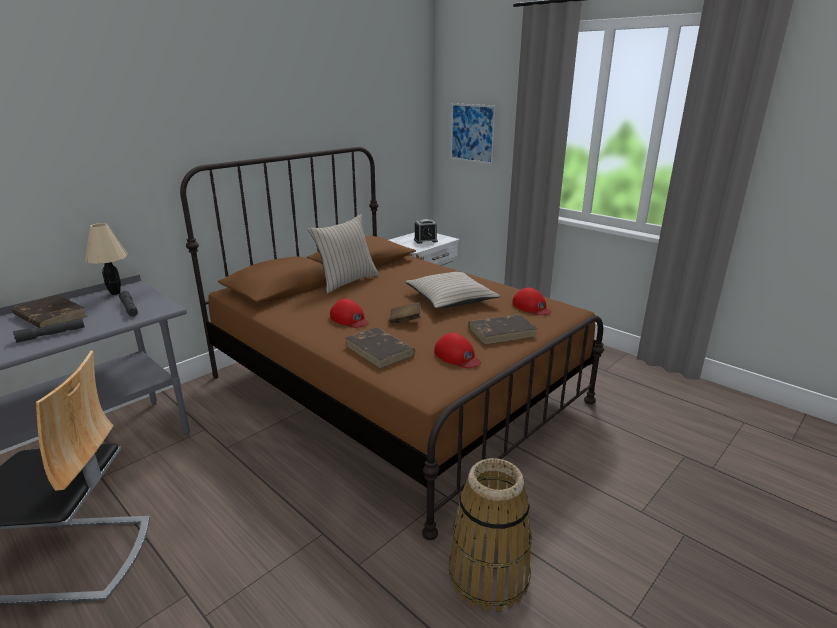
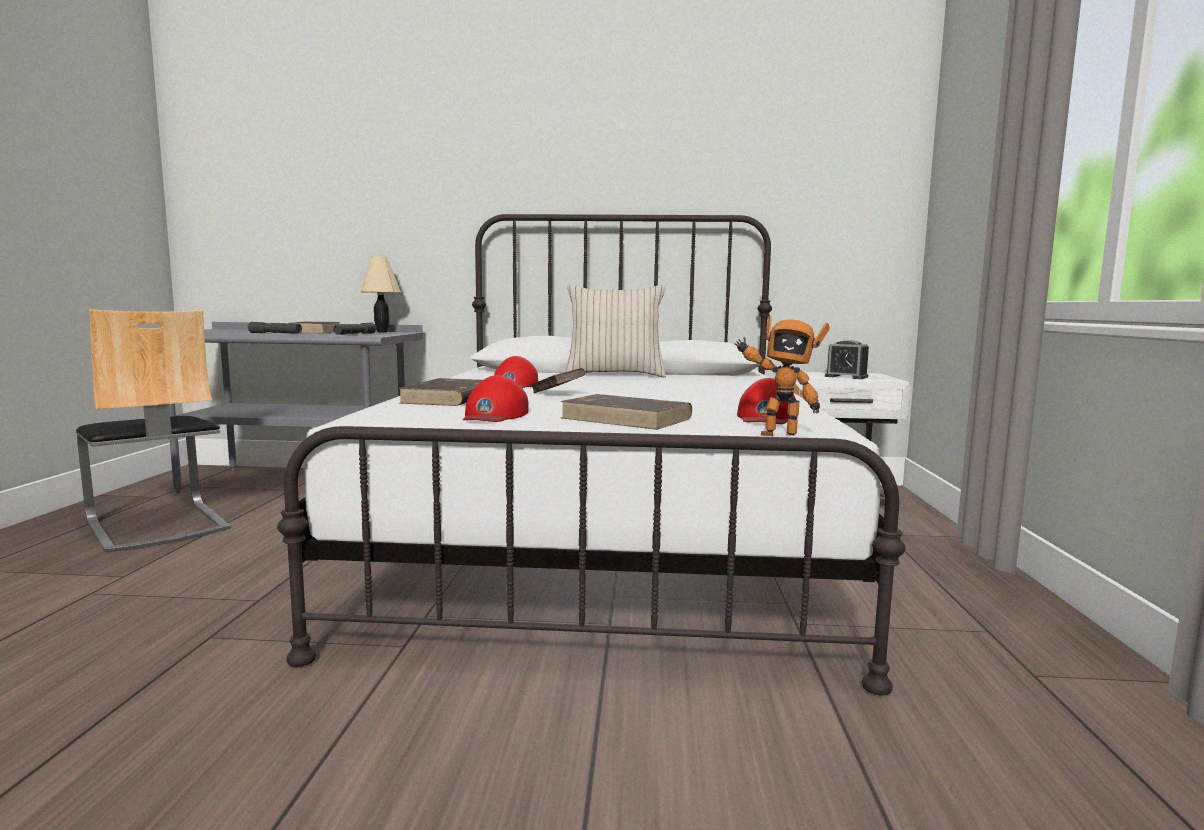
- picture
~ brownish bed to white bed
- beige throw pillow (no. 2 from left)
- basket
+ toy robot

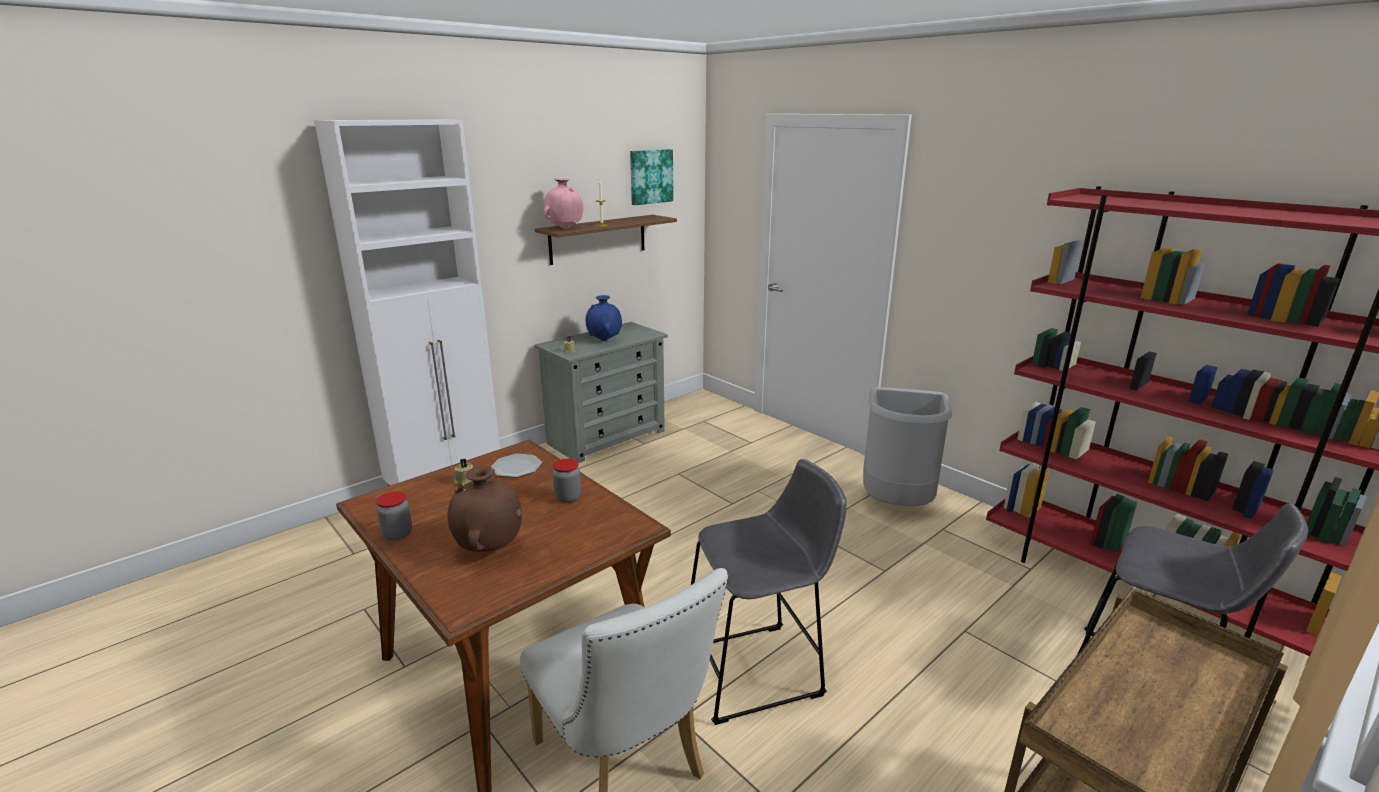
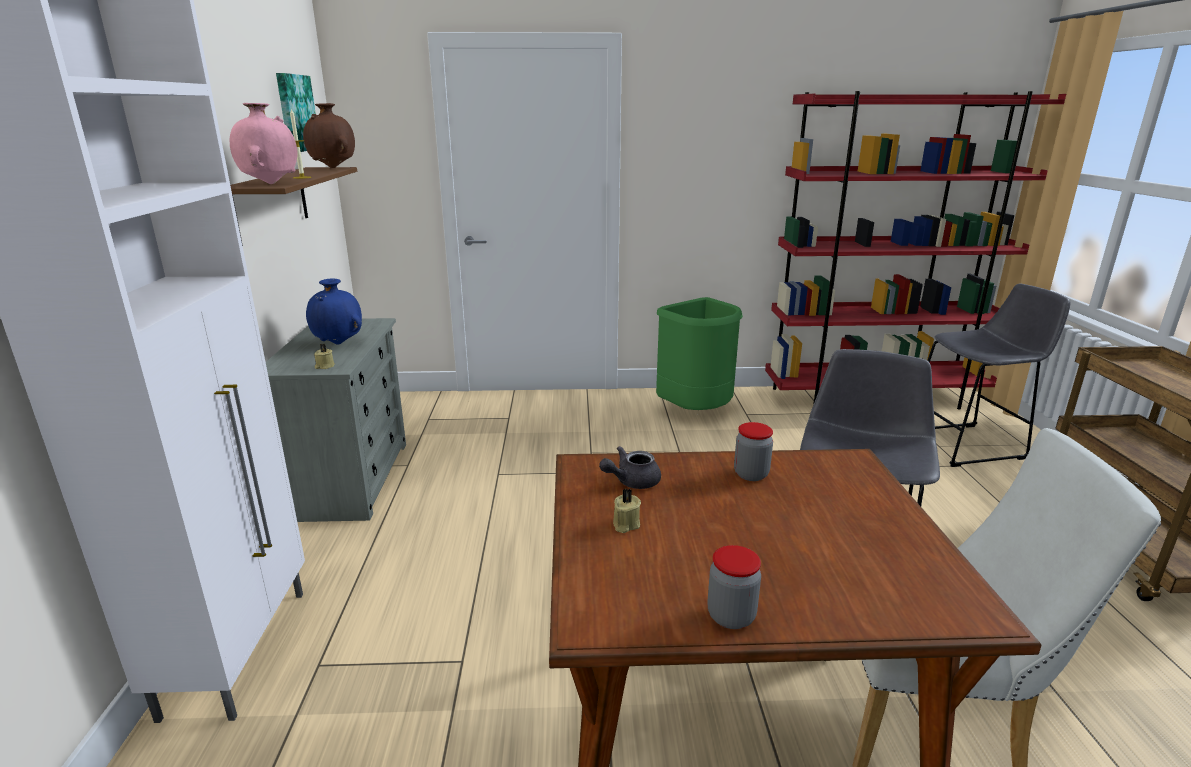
~ gray trash can to green-coloured trash can
~ plate to gray tea pot
~ brownish decorative vase

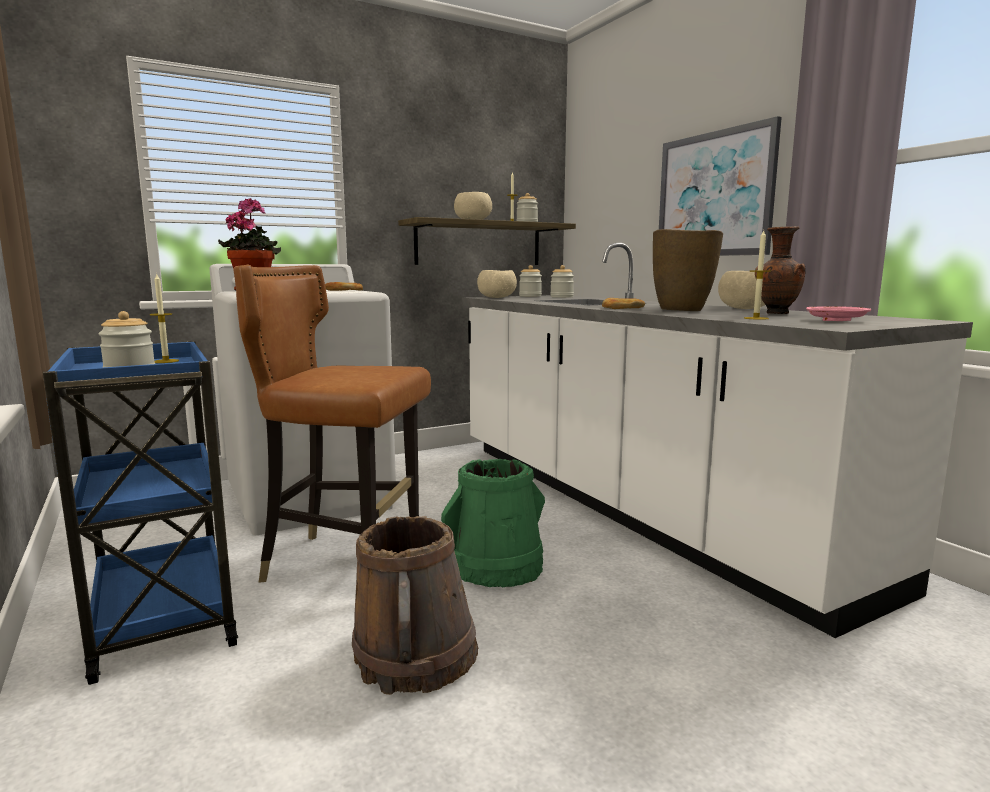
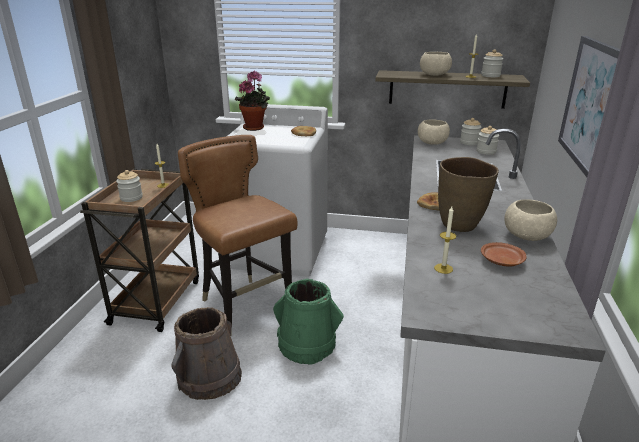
~ brownish decorative vase (no. 2 from left) to brownish plate
- pink-coloured plate
~ blue cart to brownish cart

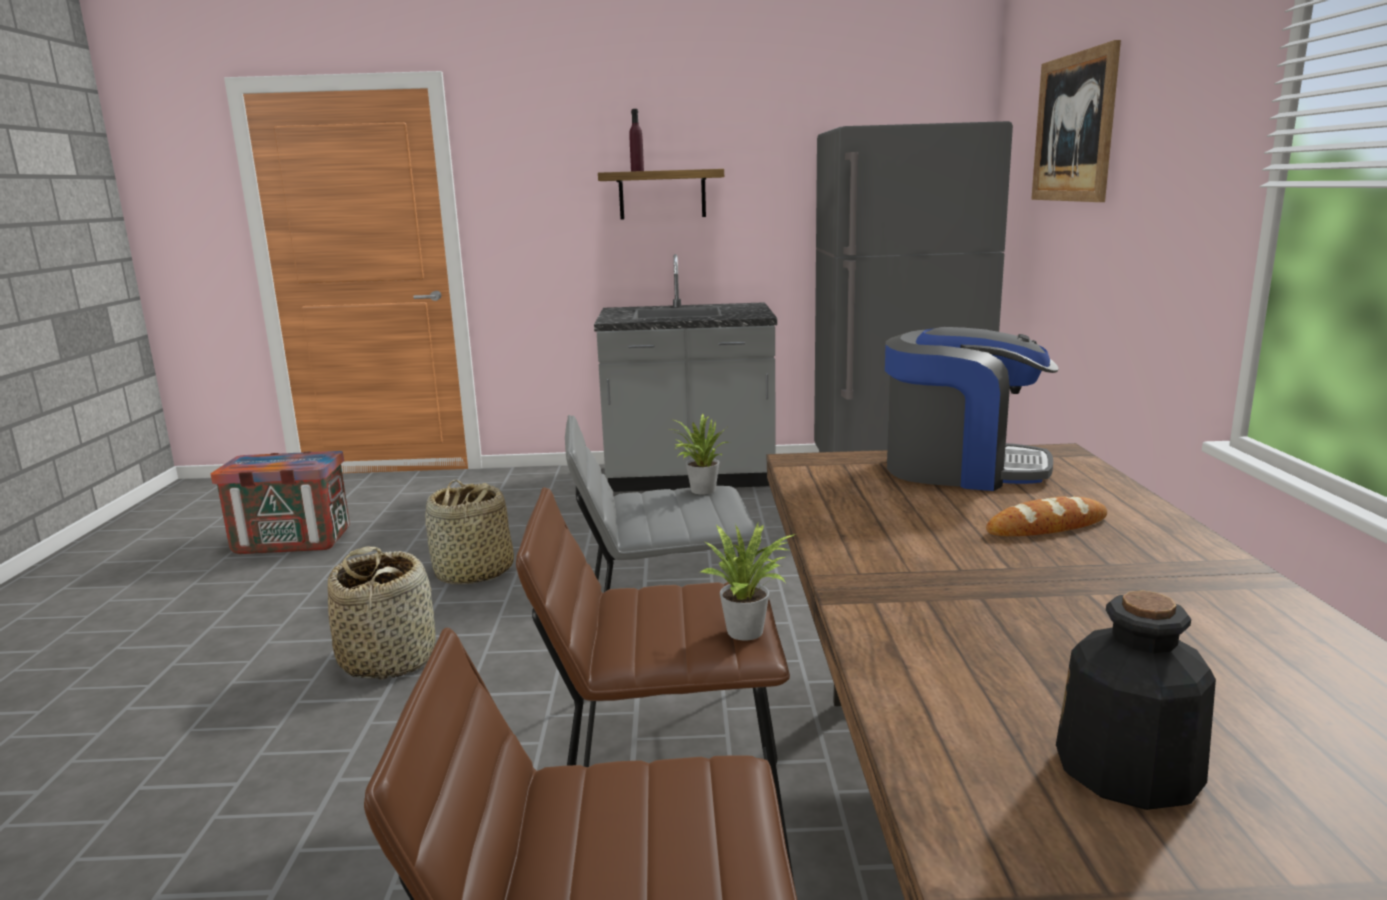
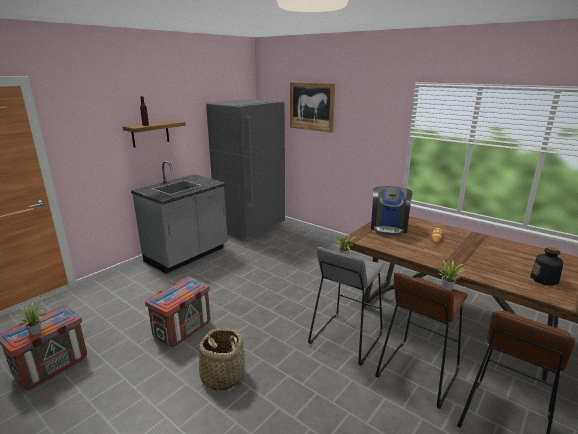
~ coffee maker 135 degrees clockwise
~ basket (no. 2 from left) to crate (no. 2 from left)
+ houseplant (no. 1 from left)

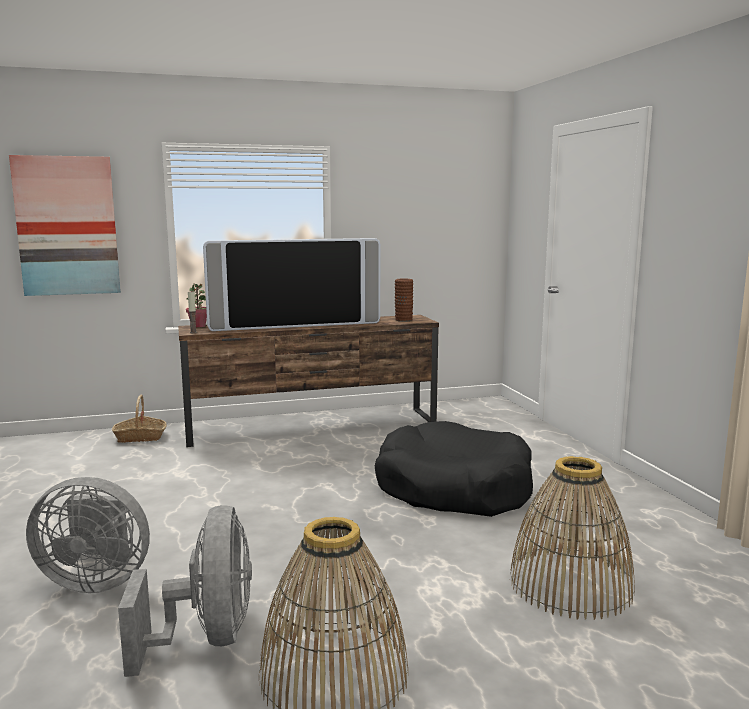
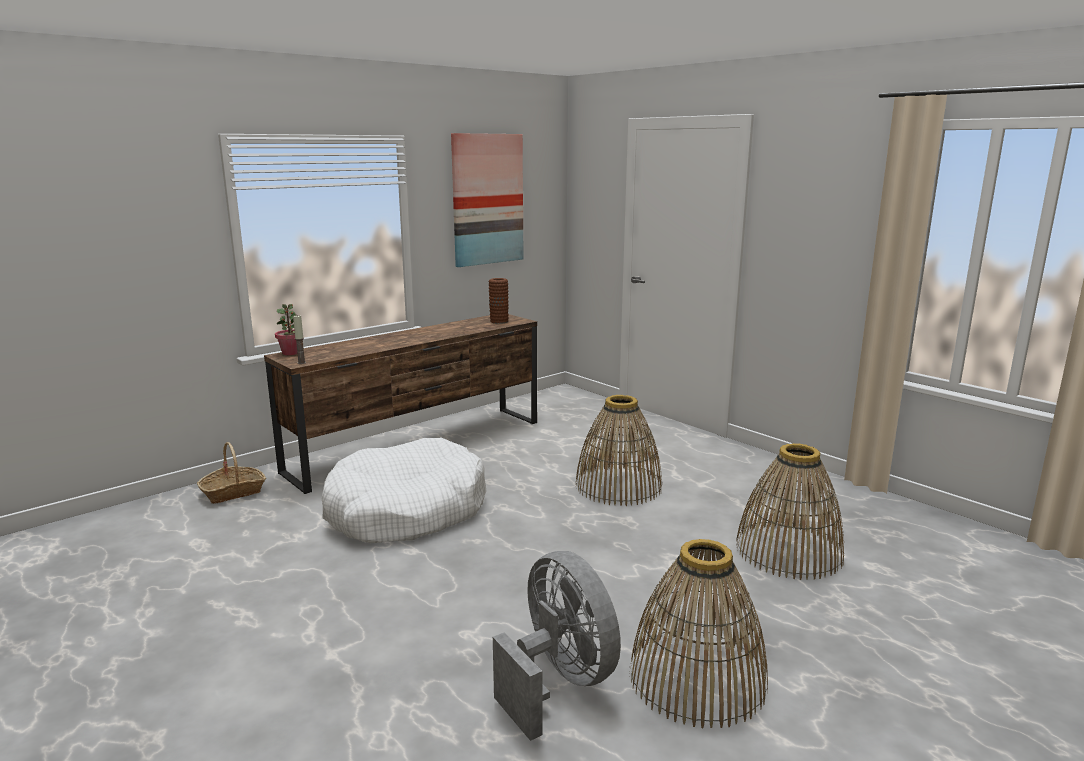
~ picture
- television
~ black dog bed to basket (no. 2 from left)
- gray electric fan (no. 1 from left)
+ white dog bed

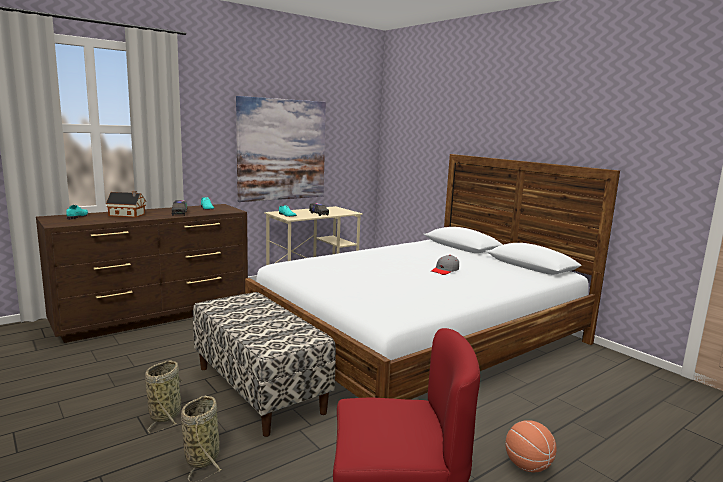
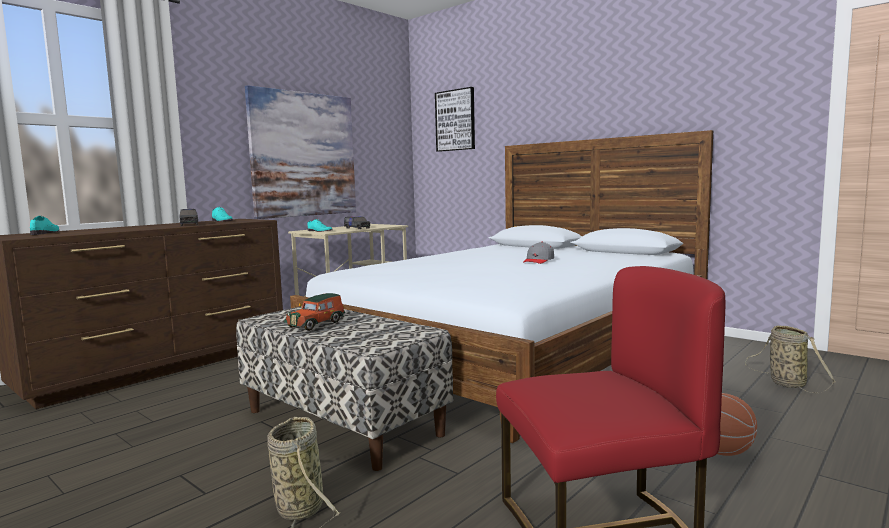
- miniature house
~ basket (no. 1 from left in the first image) to basket (no. 2 from left)
+ picture (no. 2 from left)
+ model car

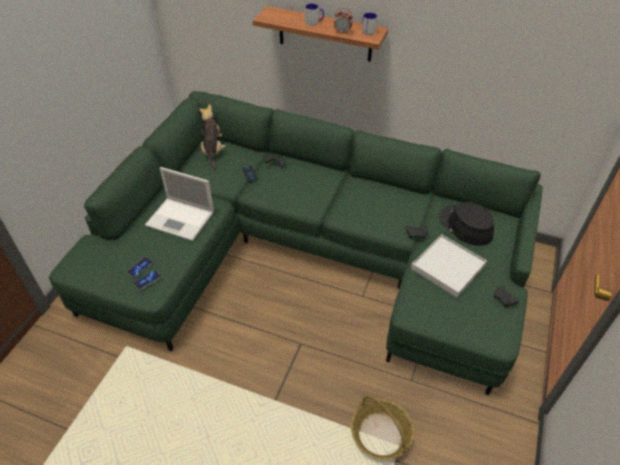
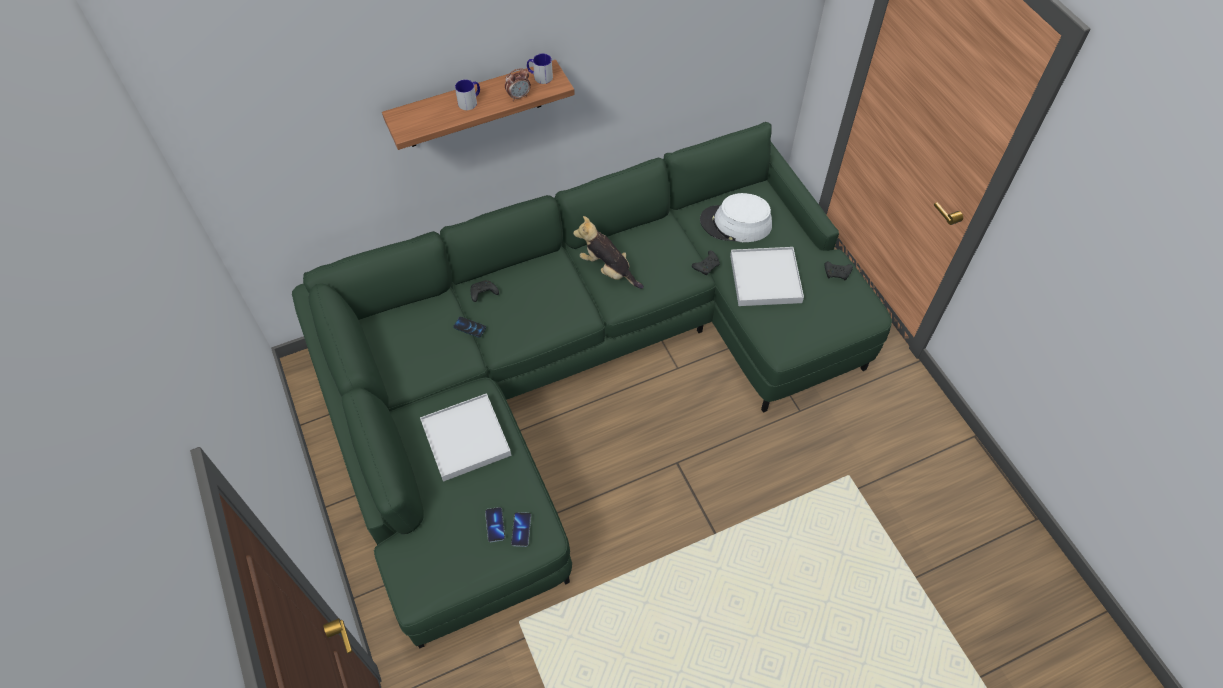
~ cuddly toy
~ portable computer to white tray (no. 1 from left)
~ black wearable hat to white wearable hat
- basket

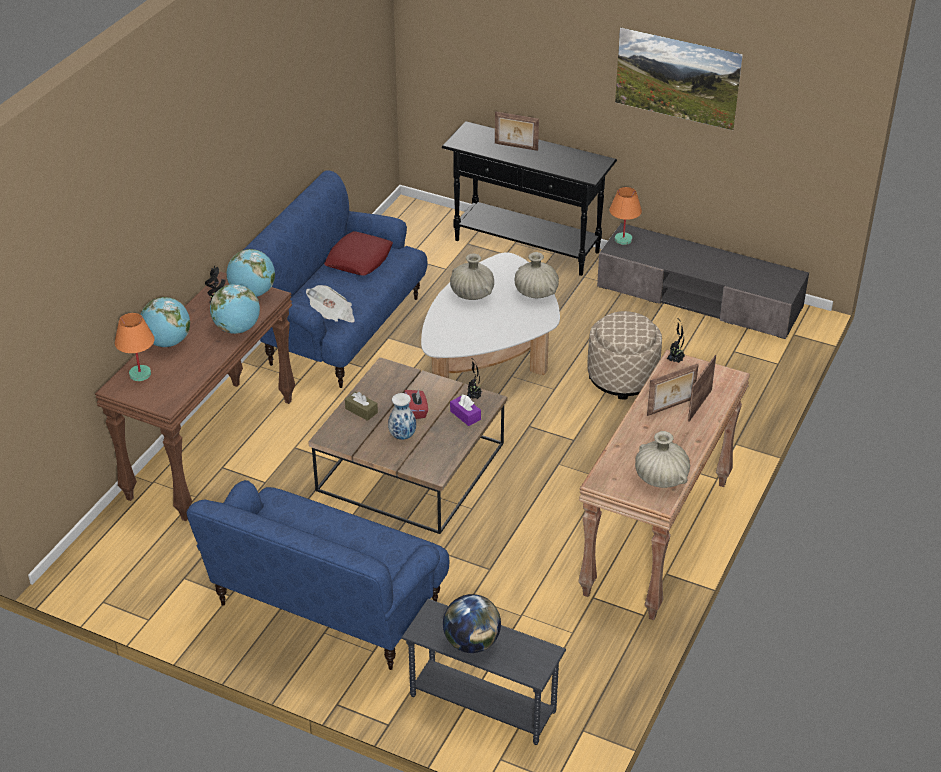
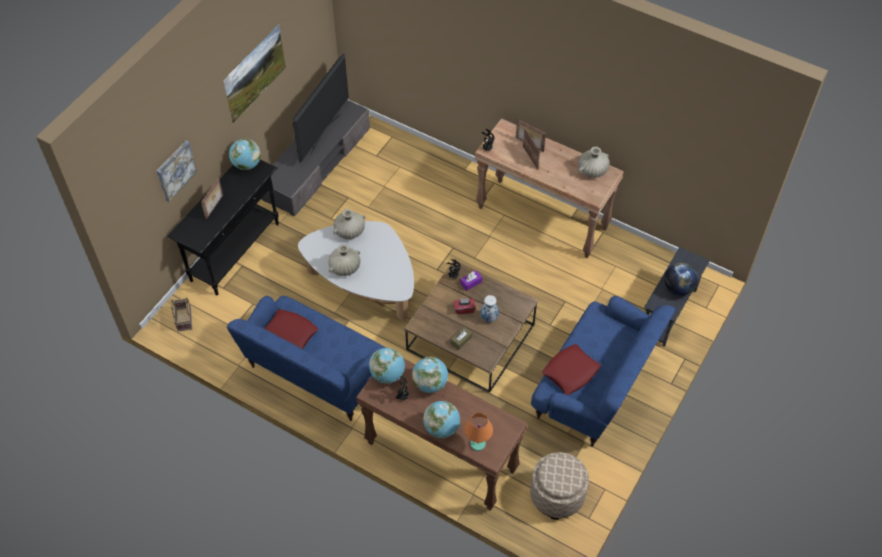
- orange tabletop lamp (no. 2 from left)
- printed paper
~ beige footrest
+ television
+ globe (no. 1 from left)
+ picture (no. 1 from left)
+ basket
+ red throw pillow (no. 2 from left)

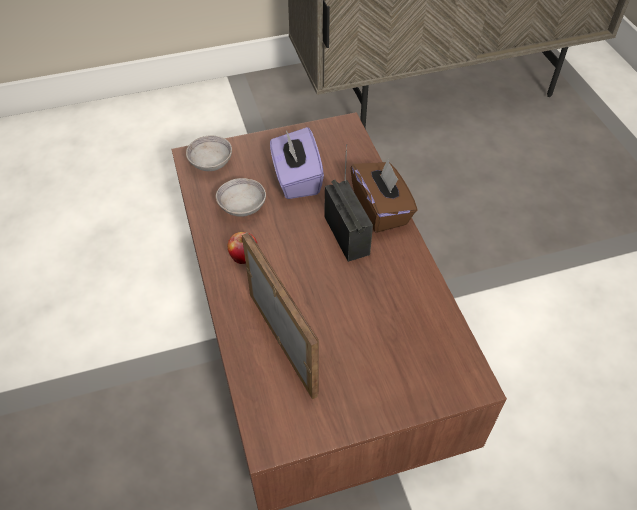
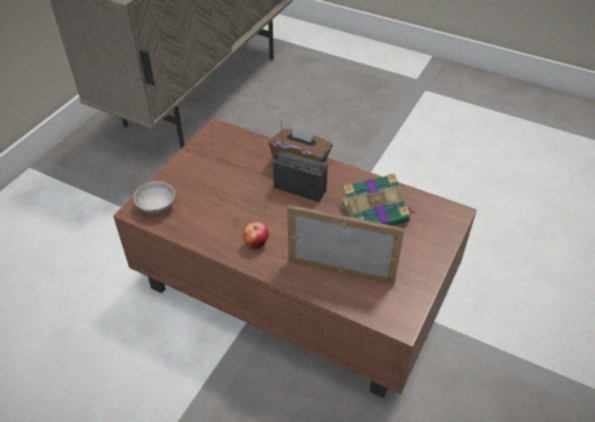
- purple tissue box
- gray deep dish (no. 2 from left)
+ book

